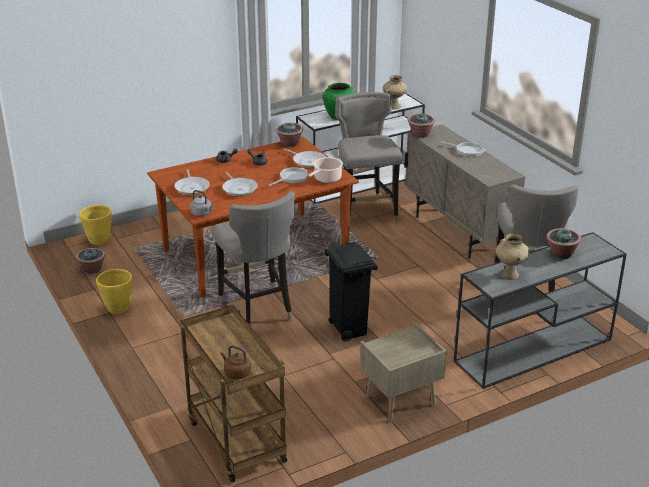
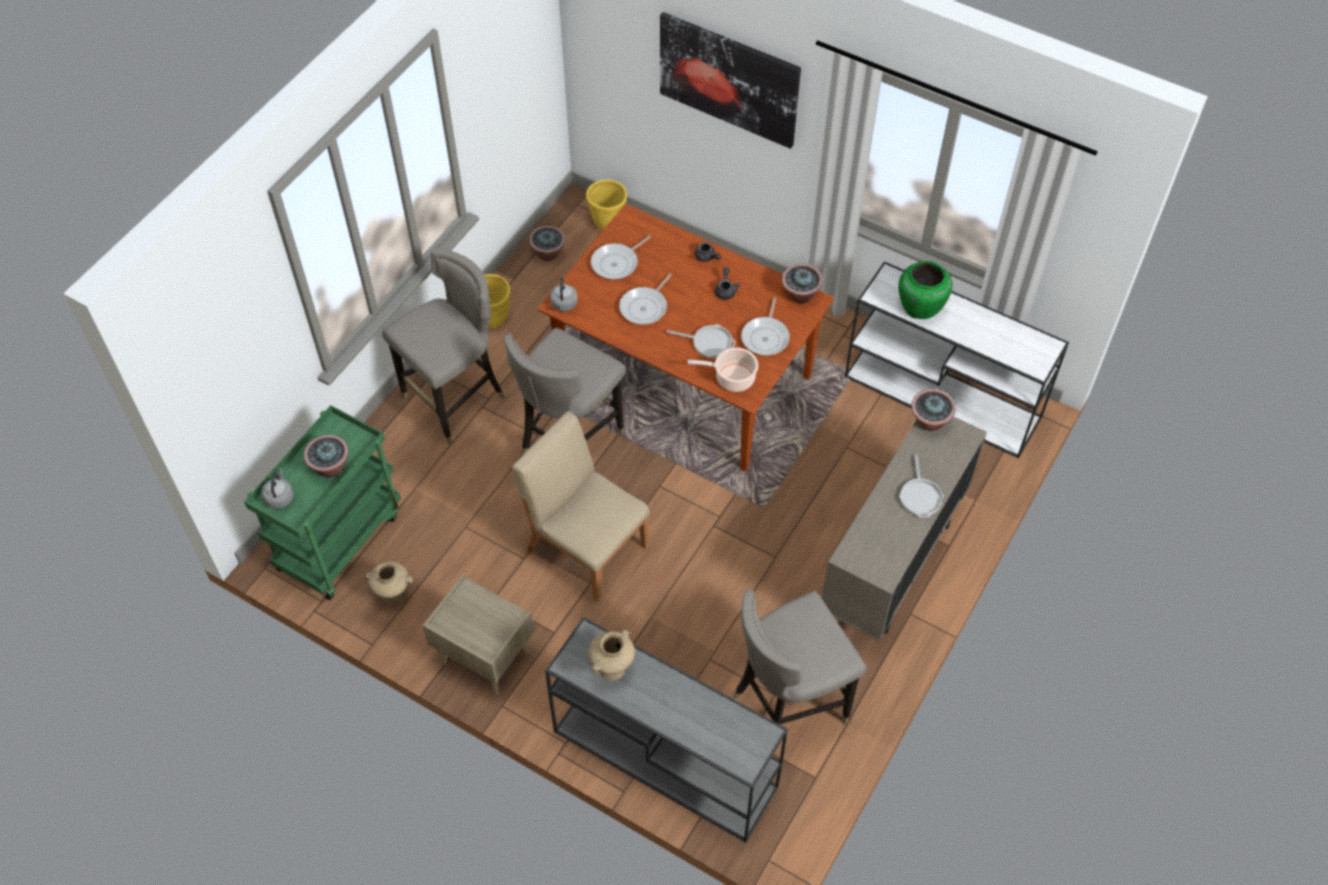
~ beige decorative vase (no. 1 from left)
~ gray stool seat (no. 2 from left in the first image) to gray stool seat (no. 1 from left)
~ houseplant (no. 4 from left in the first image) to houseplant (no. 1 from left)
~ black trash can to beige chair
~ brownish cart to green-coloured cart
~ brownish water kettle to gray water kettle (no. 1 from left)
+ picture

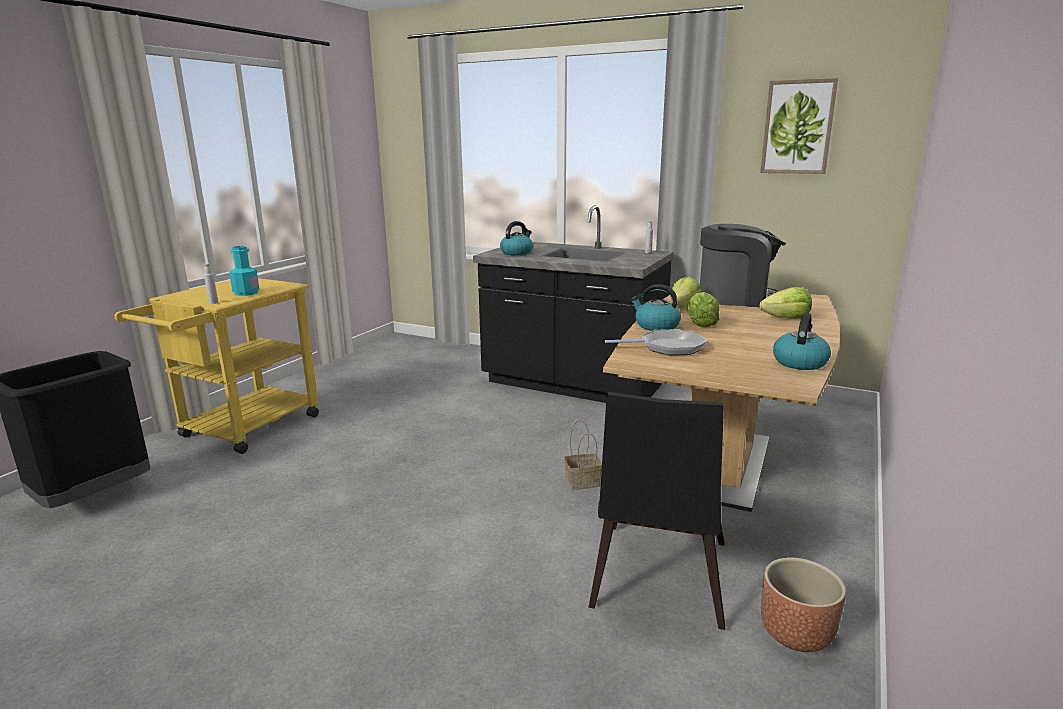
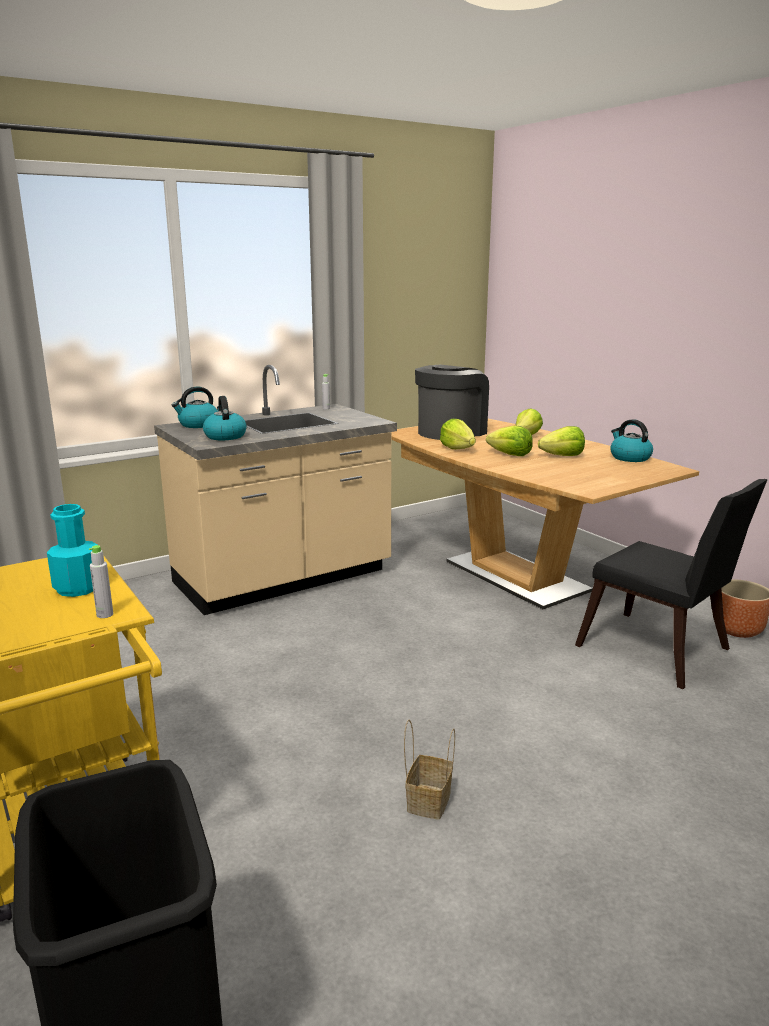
- picture
~ black counter to beige counter
~ water kettle (no. 2 from left in the first image) to water kettle (no. 1 from left)
- pan
~ basket
+ head of lettuce (no. 4 from left)

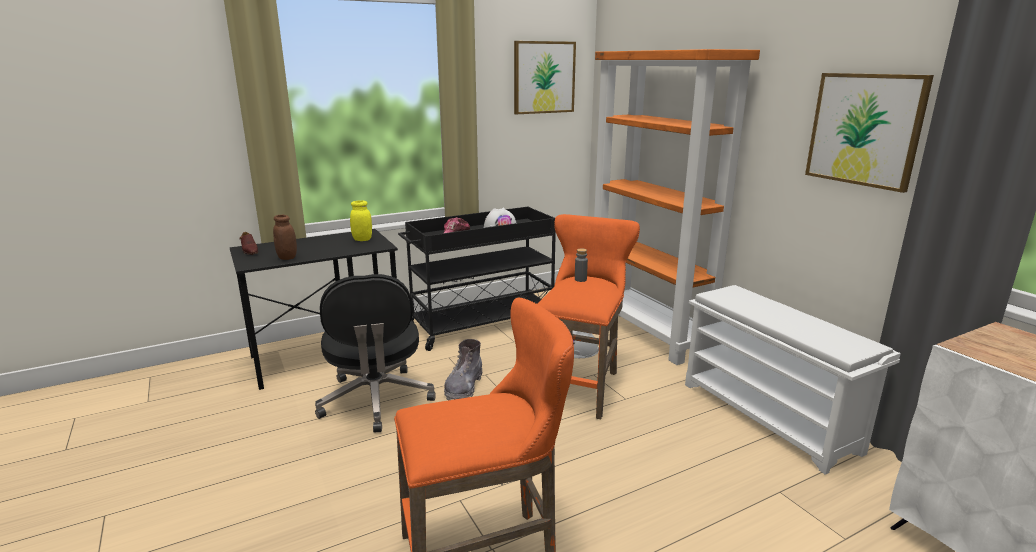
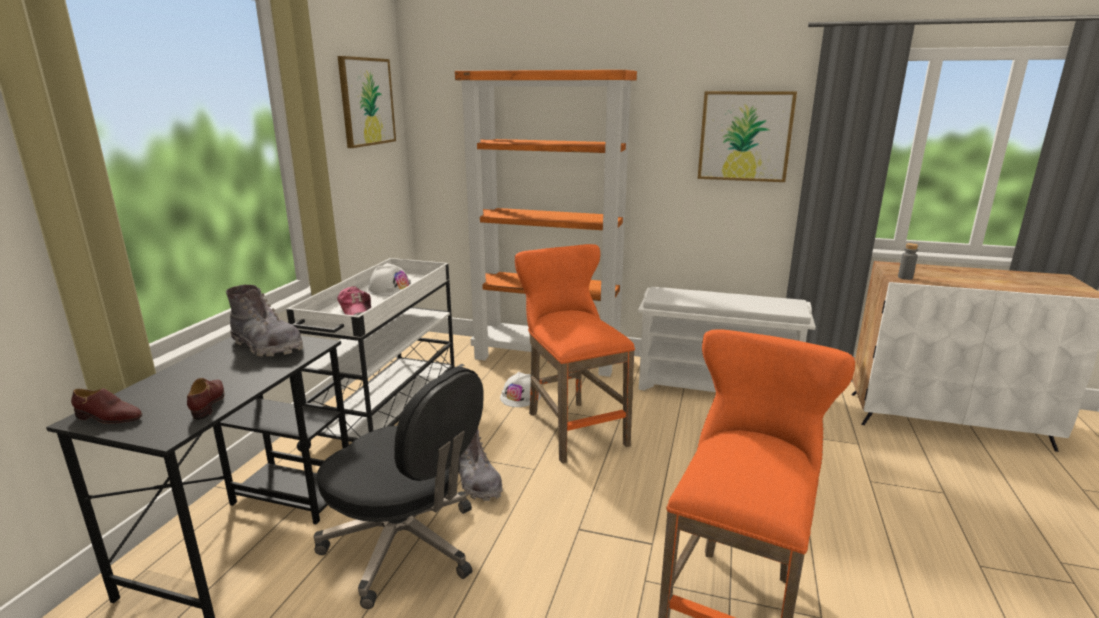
~ yellowish preserve jar to gray boot (no. 1 from left)
~ black cart to white cart
~ brownish preserve jar to brownish shoe (no. 2 from left)
~ gray bottle

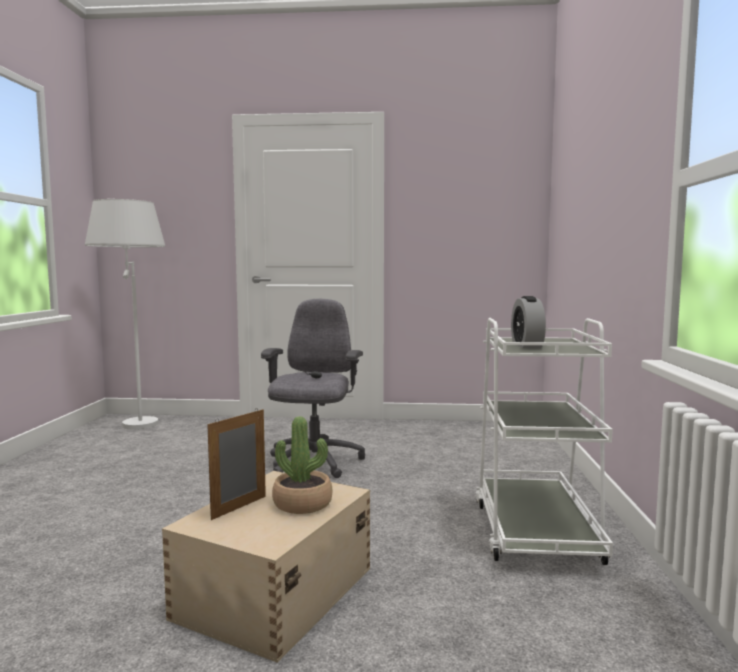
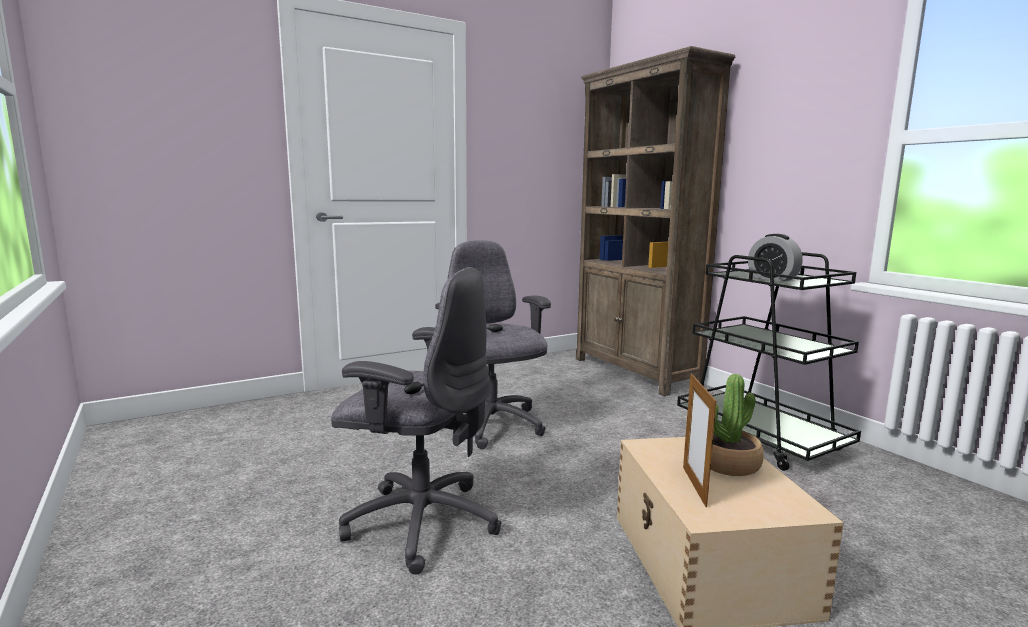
- white standard lamp
~ white cart to black cart
+ brownish shelving unit
+ gray computer chair (no. 1 from left)

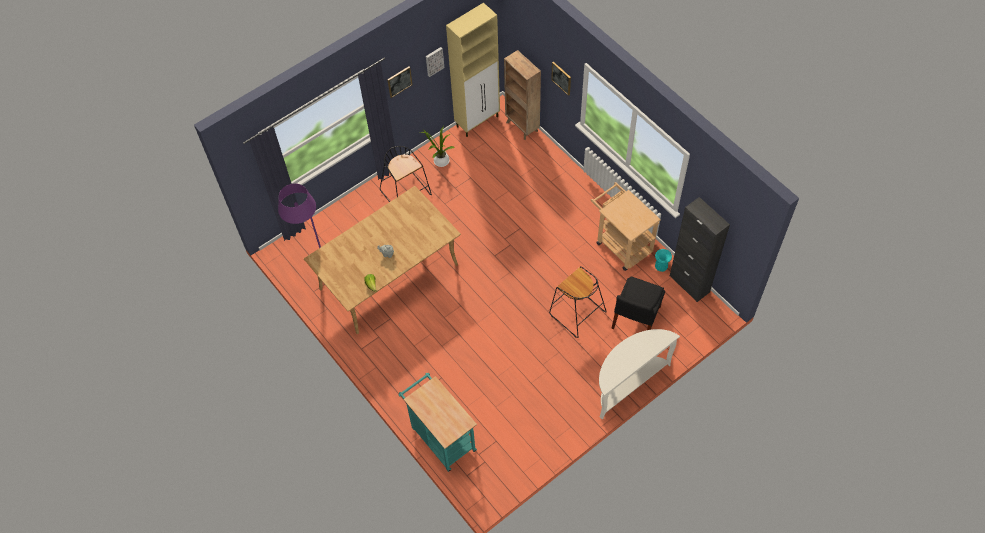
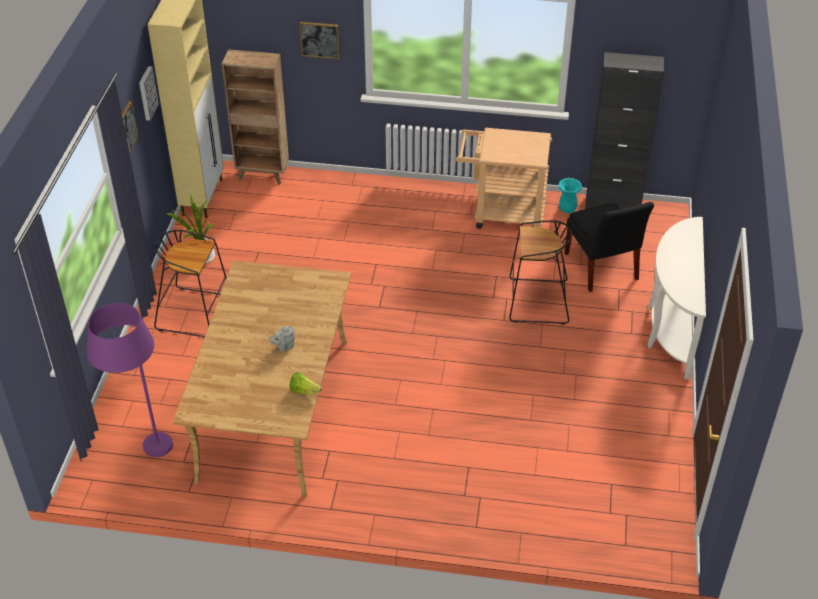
- turquoise cart

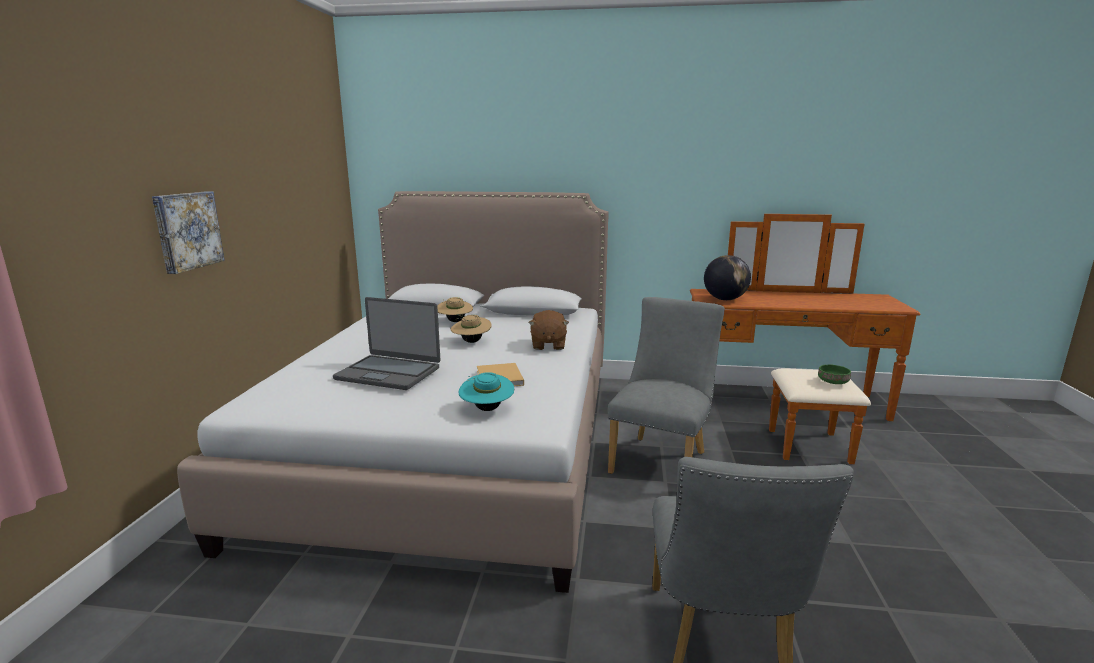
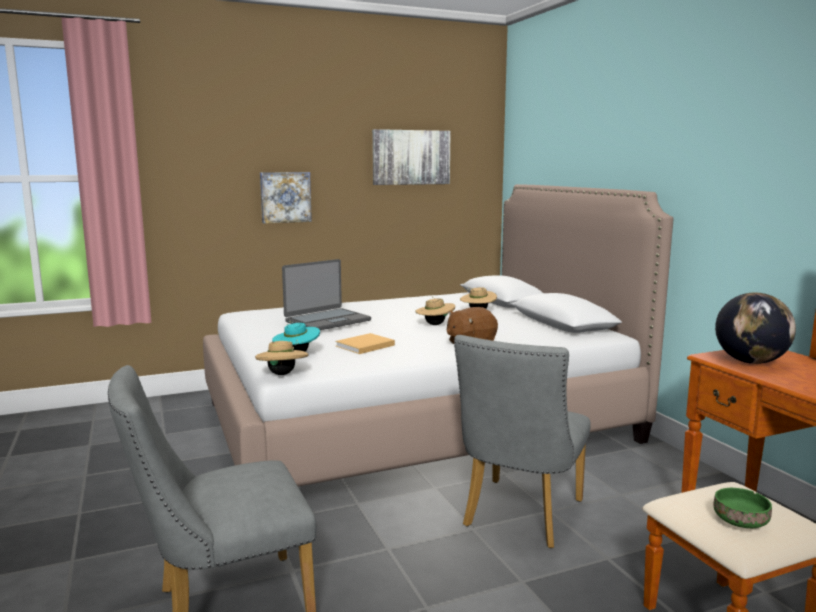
~ portable computer 120 degrees counterclockwise
~ gray chair (no. 1 from left in the first image) 120 degrees clockwise
+ picture (no. 2 from left)
+ beige wearable hat (no. 1 from left)

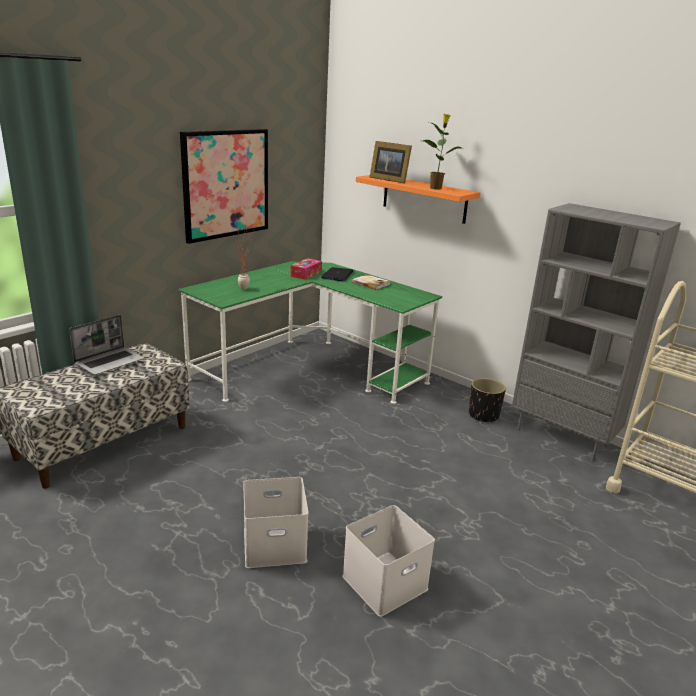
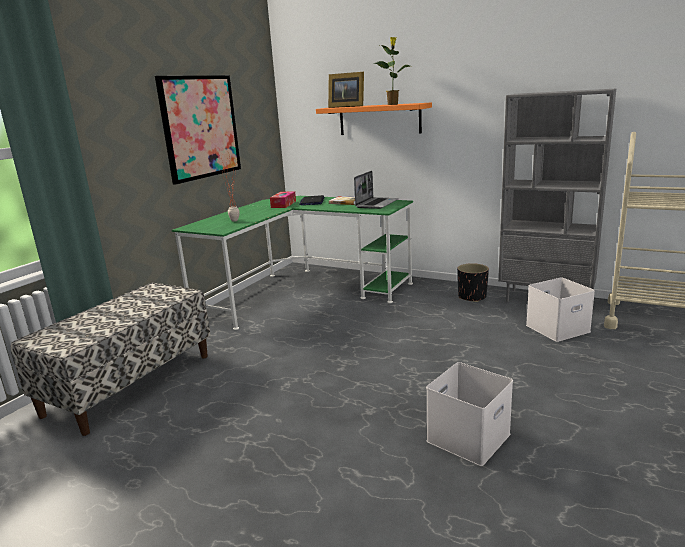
~ portable computer (no. 1 from left in the first image) to portable computer (no. 2 from left)
~ white storage box (no. 1 from left in the first image) to white storage box (no. 2 from left)

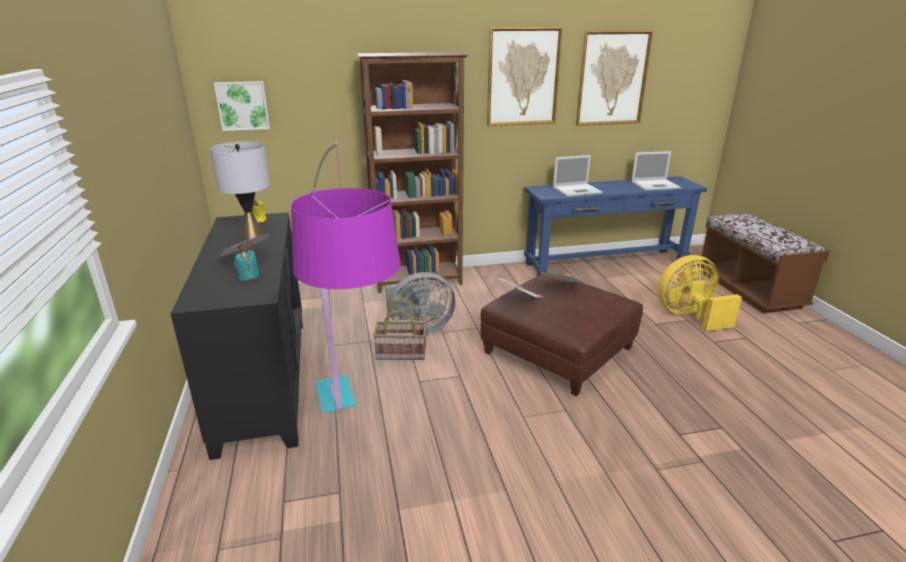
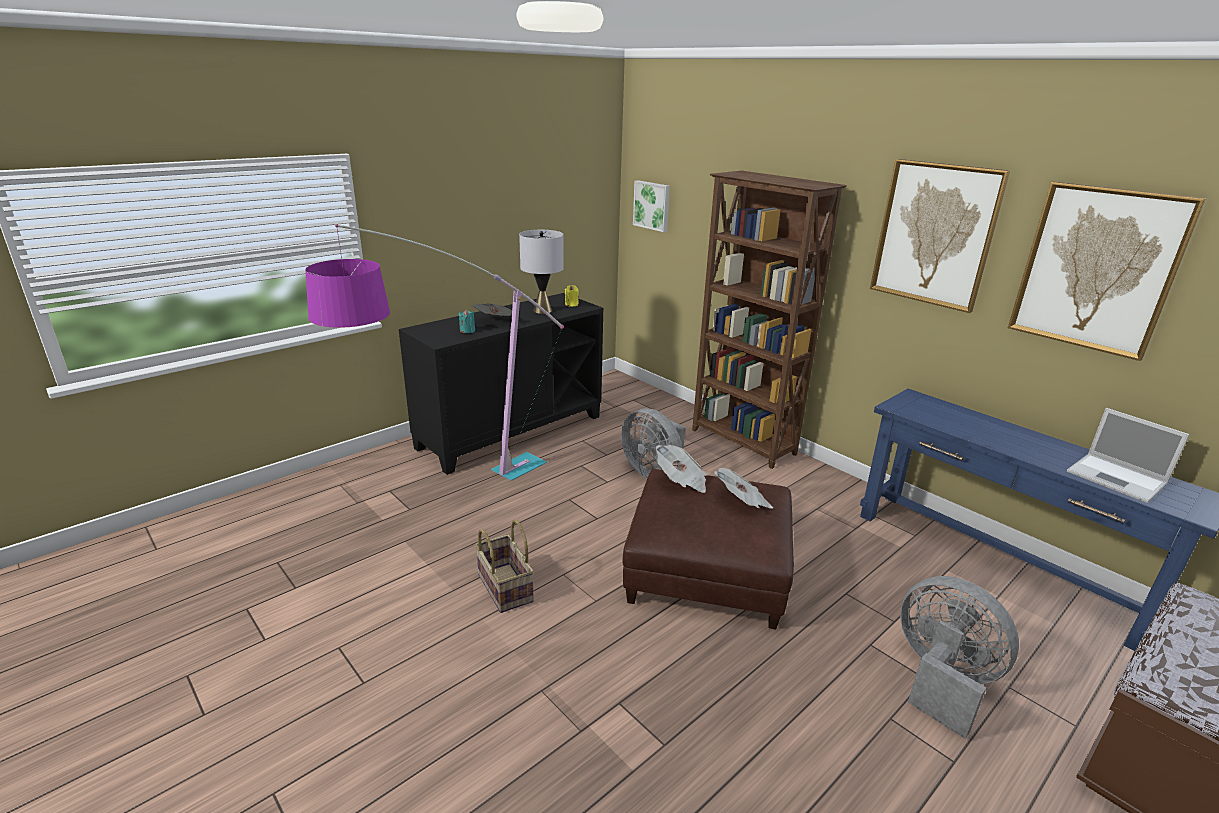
- portable computer (no. 1 from left)
~ yellowish electric fan to gray electric fan (no. 2 from left)
~ basket

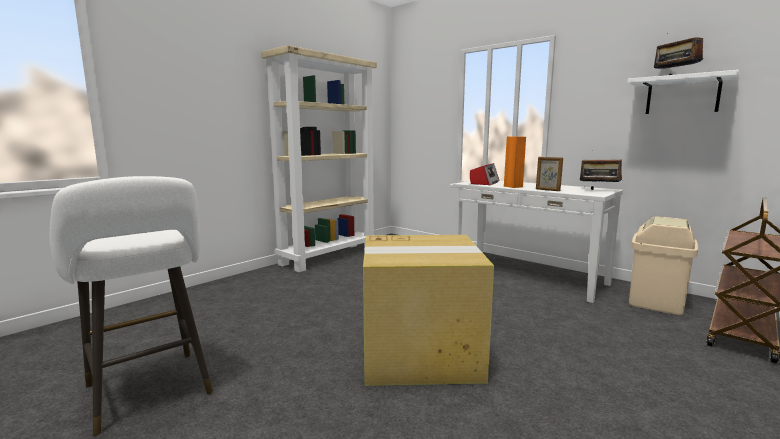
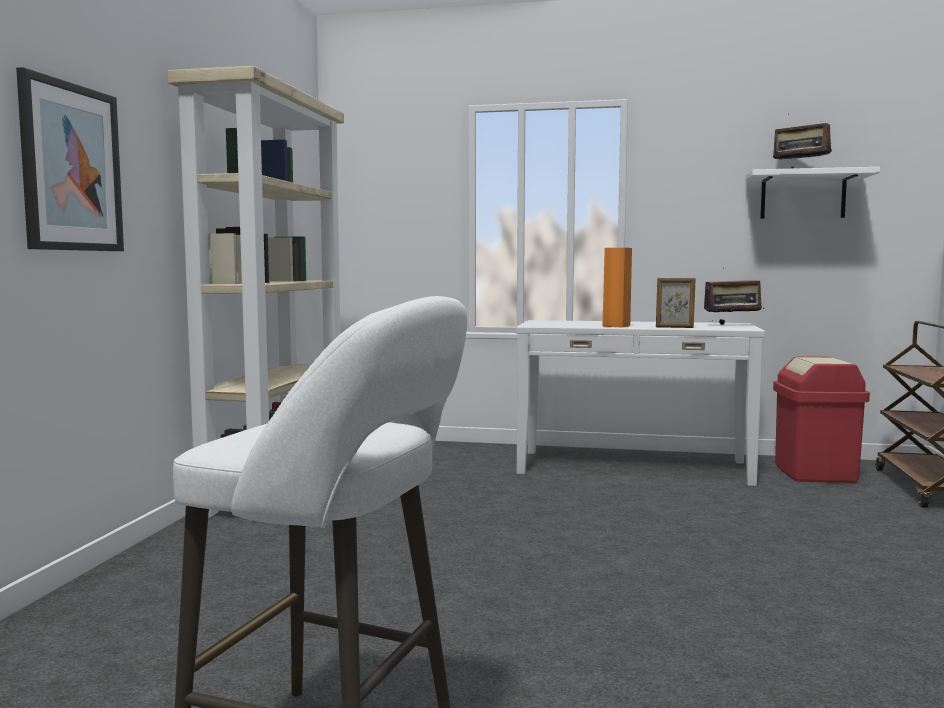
- radio receiver (no. 1 from left)
~ beige trash can to red trash can
- carton
+ picture

